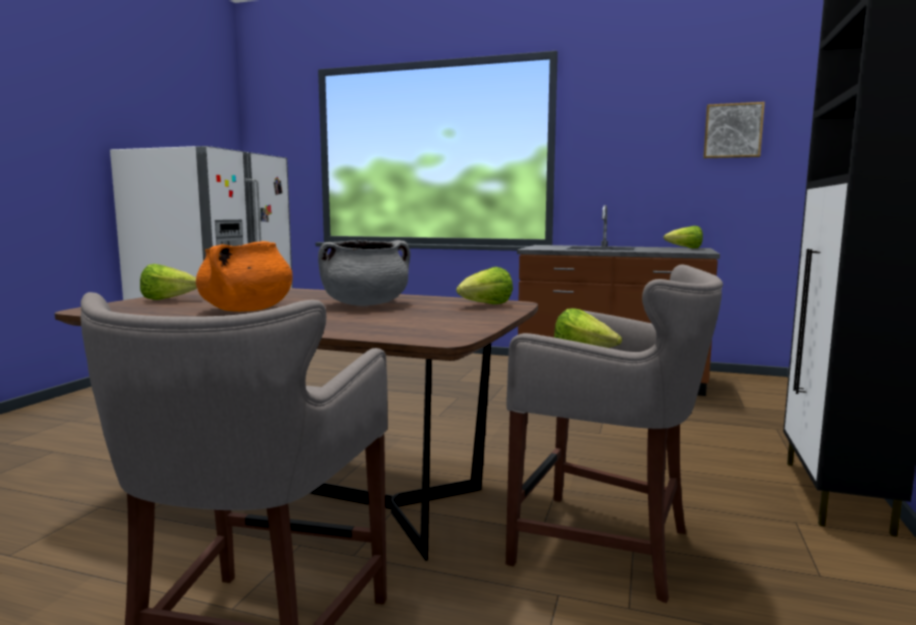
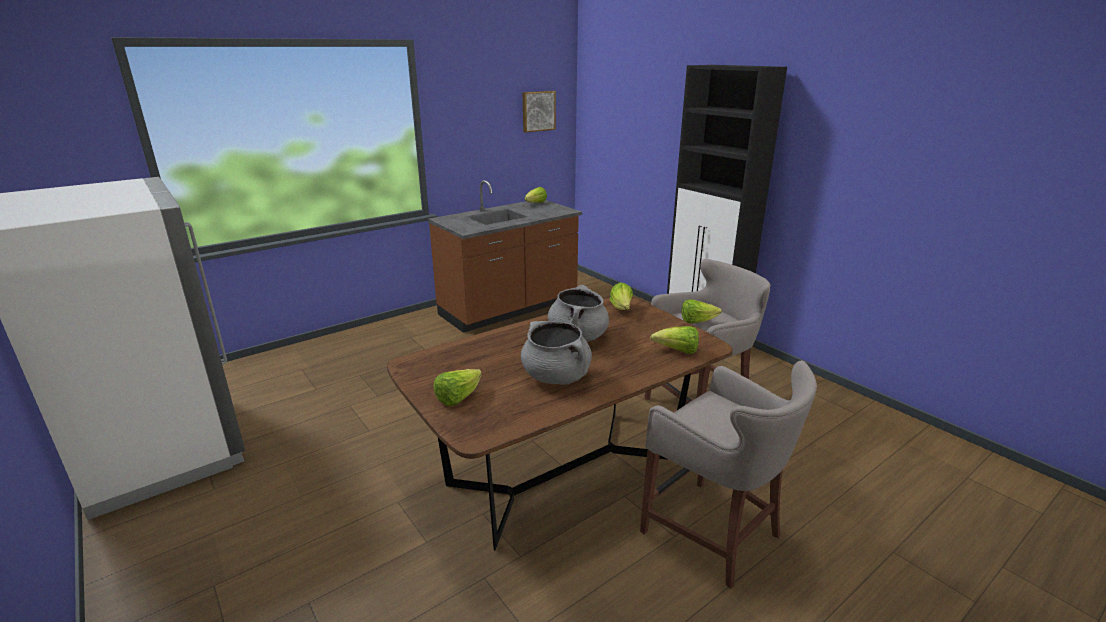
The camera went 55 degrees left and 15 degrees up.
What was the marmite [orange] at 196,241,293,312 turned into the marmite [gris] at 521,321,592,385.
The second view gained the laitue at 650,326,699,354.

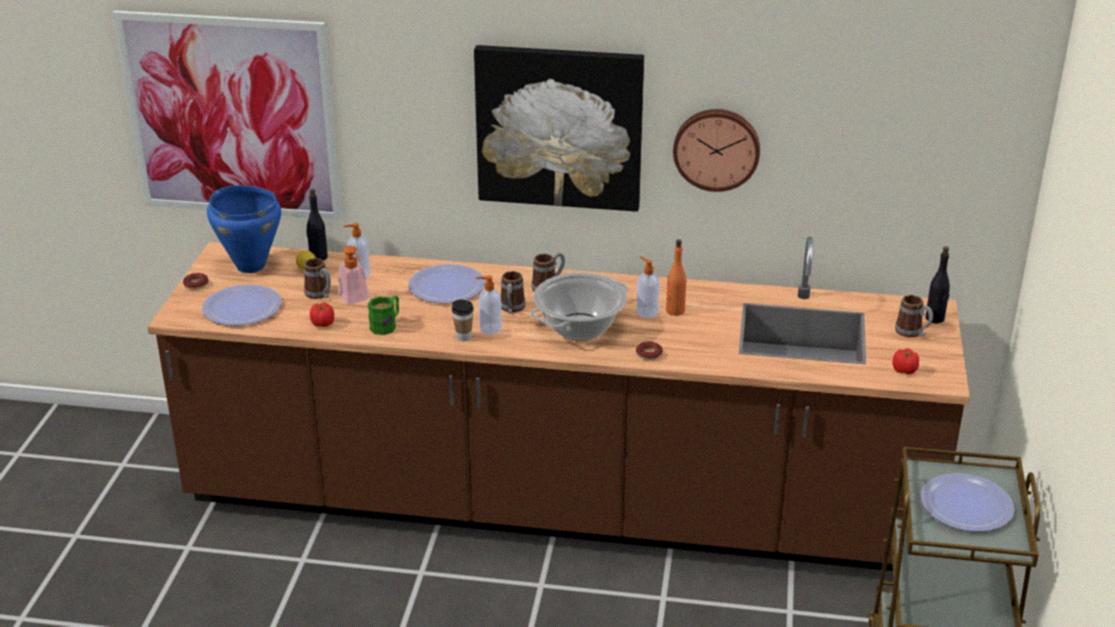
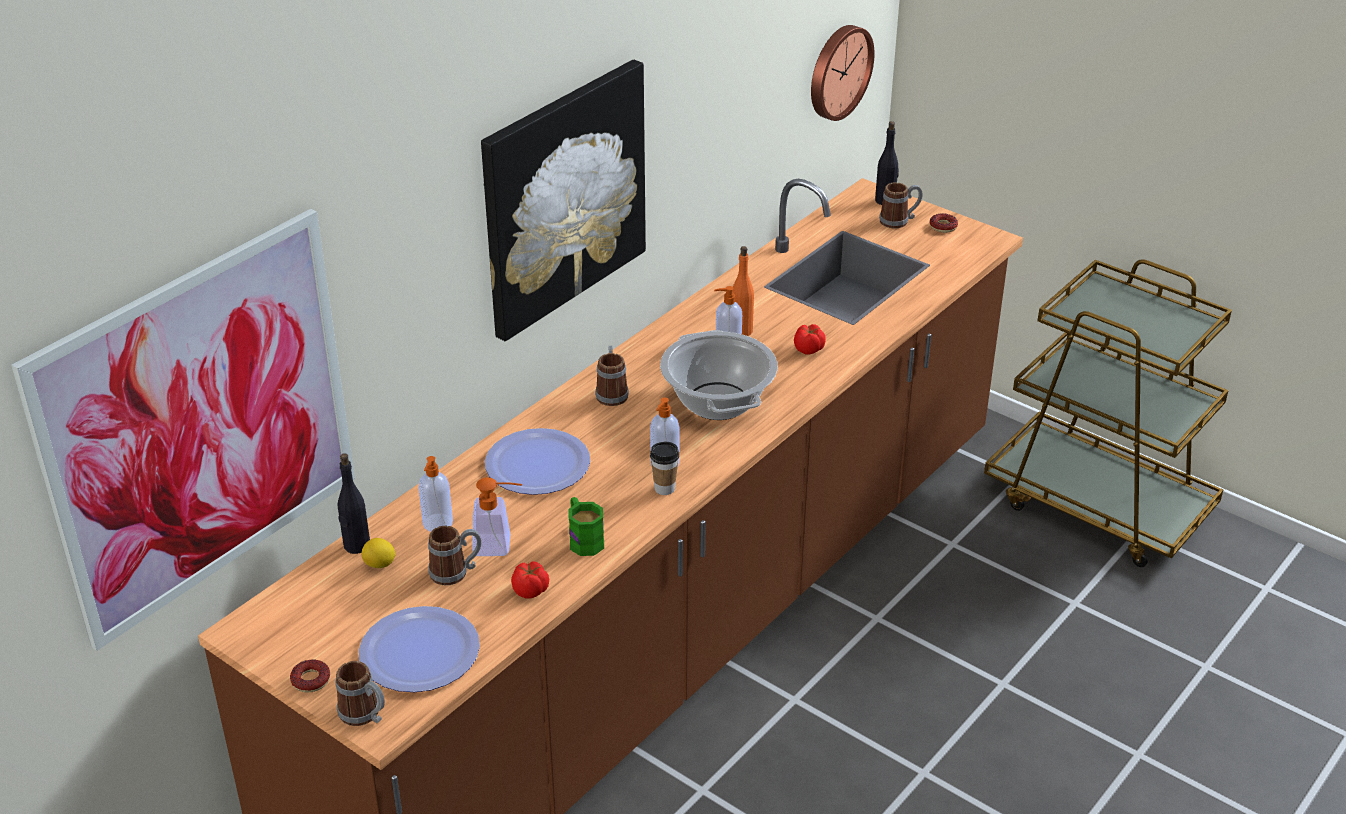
The camera went 60 degrees left and 5 degrees up.
The horloge murale ended up elsewhere, having gone from 673,109,760,192 to 811,25,875,121.
The second view lost the marmite [bleu] at 207,185,281,273.
The mug ended up elsewhere, having gone from 501,271,526,314 to 335,661,385,726.
The beignet ended up elsewhere, having gone from 636,342,663,361 to 930,213,958,233.
The tomate ended up elsewhere, having gone from 893,348,919,374 to 794,324,826,355.
The second view lost the assiette at 921,473,1015,532.

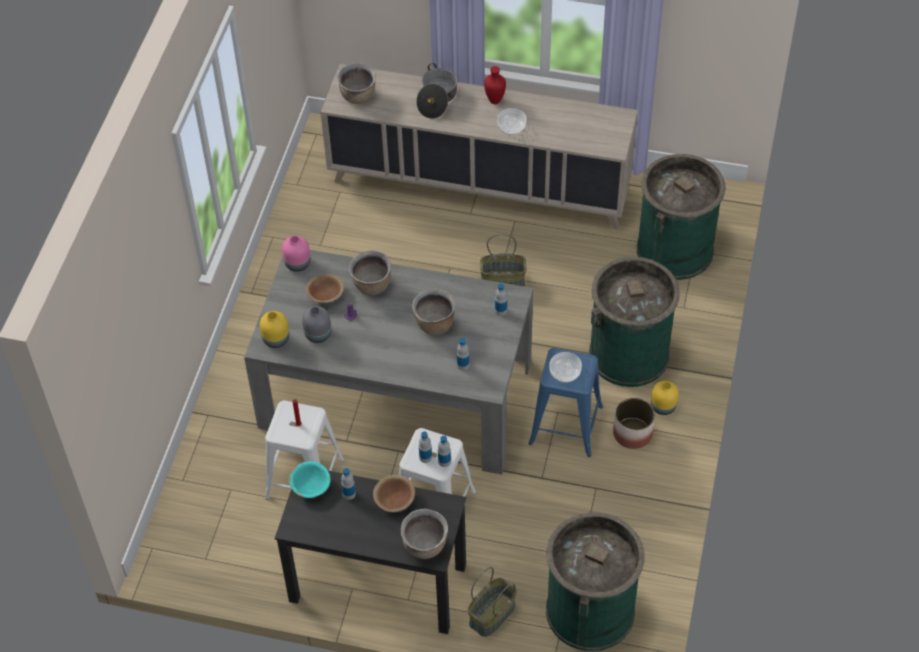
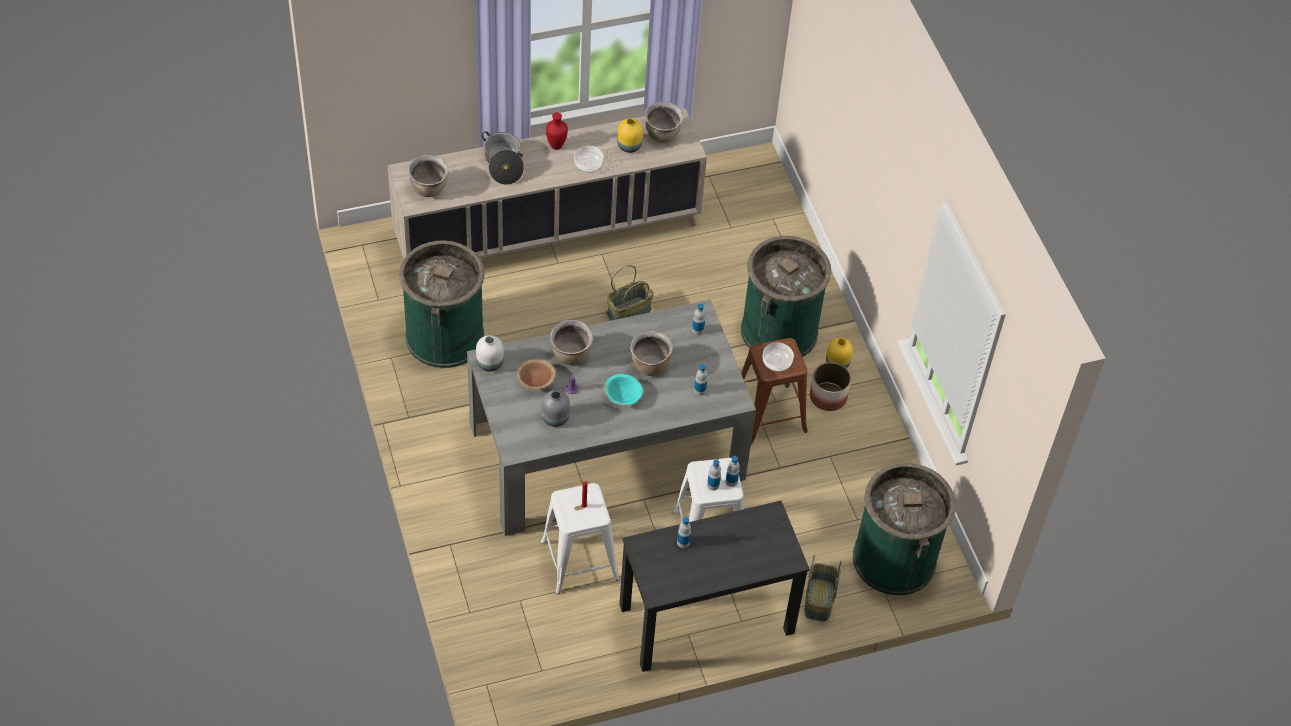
The camera went 35 degrees left and 0 degrees up.
The poubelle [vert] ended up elsewhere, having gone from 637,154,726,280 to 399,240,485,368.
What was the vase [rose] at 282,236,311,272 turned into the vase [blanc] at 476,335,504,372.
The vase [jaune] ended up elsewhere, having gone from 260,311,289,348 to 617,118,643,153.
What was the tabouret [bleu] at 528,348,603,457 turned into the tabouret [marron] at 741,338,808,445.
The bol [turquoise] ended up elsewhere, having gone from 289,461,331,498 to 604,374,643,406.
The second view lost the bol [marron] at 373,475,415,512.
The marmite [marron] ended up elsewhere, having gone from 401,509,448,559 to 645,102,683,143.

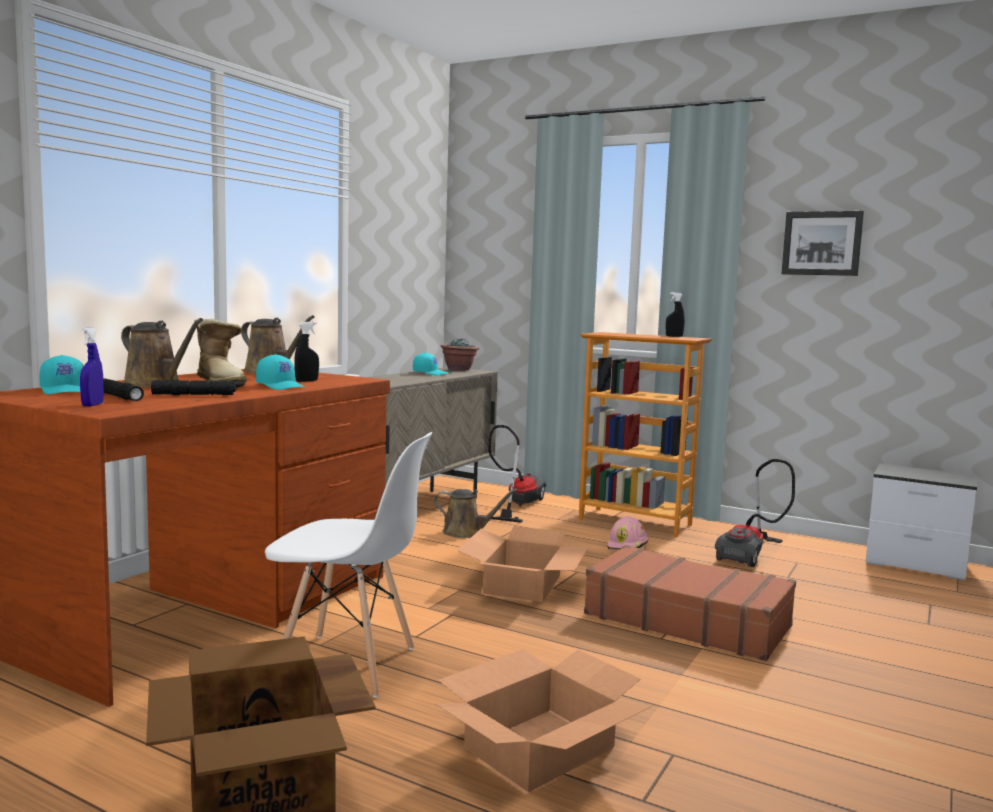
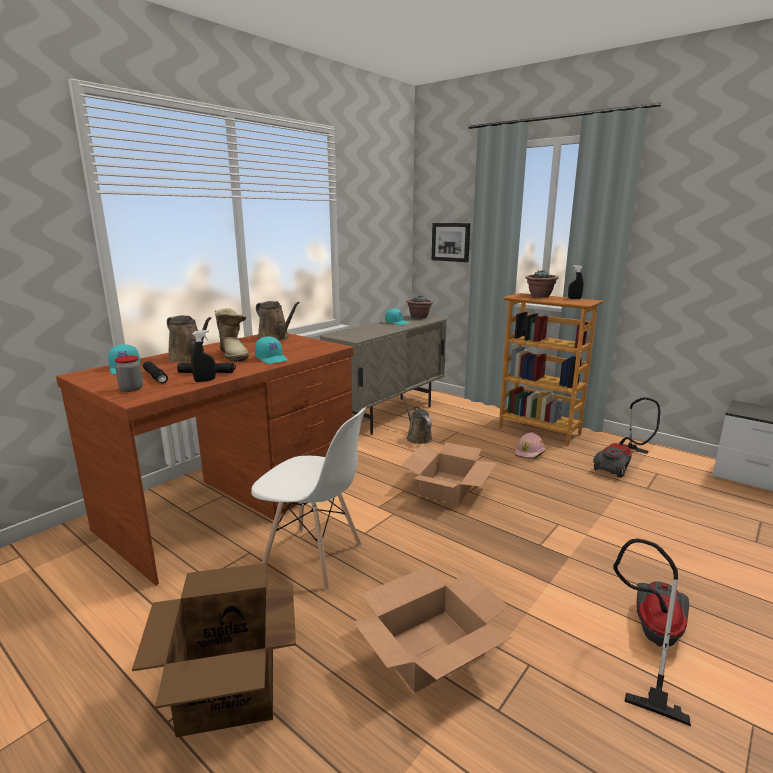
The camera went 10 degrees right and 10 degrees up.
The tableau ended up elsewhere, having gone from 781,211,864,276 to 432,223,470,262.
The vaporisateur [noir] ended up elsewhere, having gone from 294,322,319,382 to 191,330,216,382.
Where the vaporisateur [bleu] stood at 80,327,104,406, the bocal came to stand at 115,356,143,392.
The aspirateur ended up elsewhere, having gone from 488,425,546,523 to 613,539,691,726.
The arrosoir [marron] at 434,489,518,538 ended up facing another way, 135 degrees counterclockwise from before.
The second view lost the valise [marron] at 584,545,796,661.
The second view gained the plante en pot at 525,270,558,297.

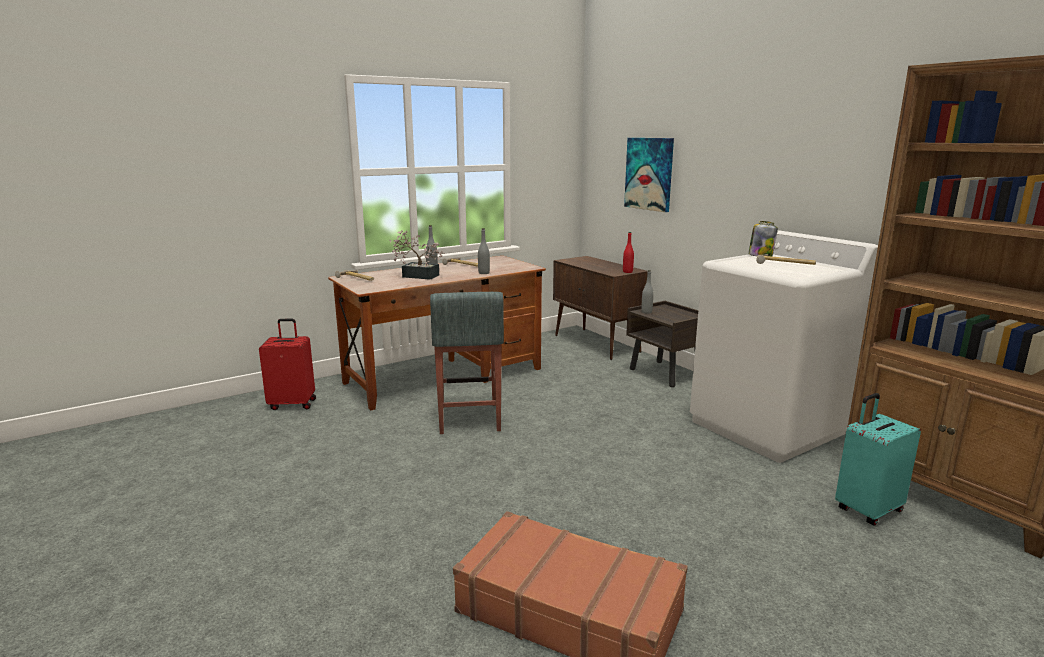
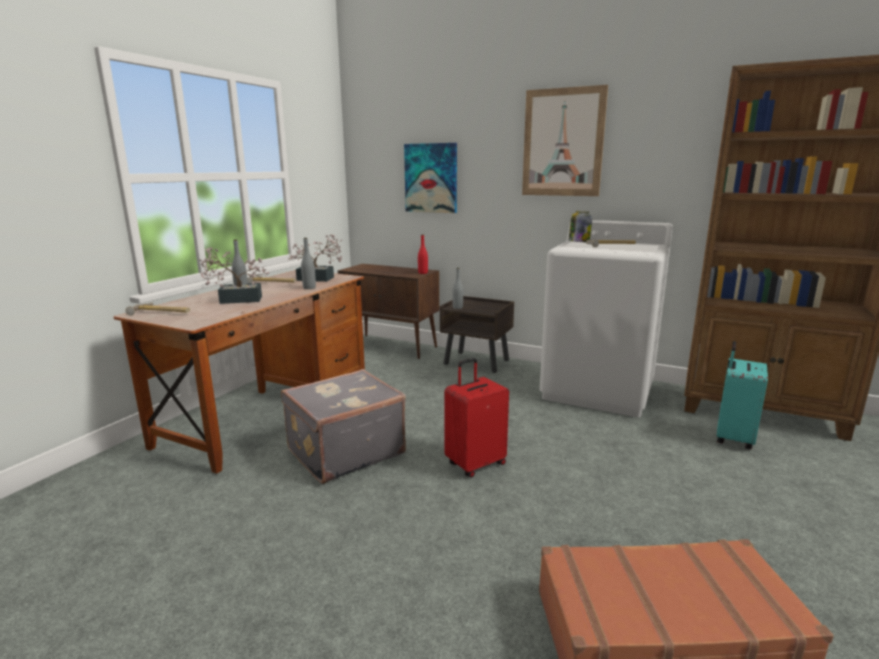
The camera went 30 degrees left and 0 degrees up.
Where the tabouret [gris] stood at 430,292,504,434, the valise [gris] came to stand at 281,369,406,484.
The valise [rouge] ended up elsewhere, having gone from 259,318,316,410 to 444,358,509,478.
The second view gained the tableau at 522,85,608,196.
The second view gained the plante en pot at 288,235,342,282.

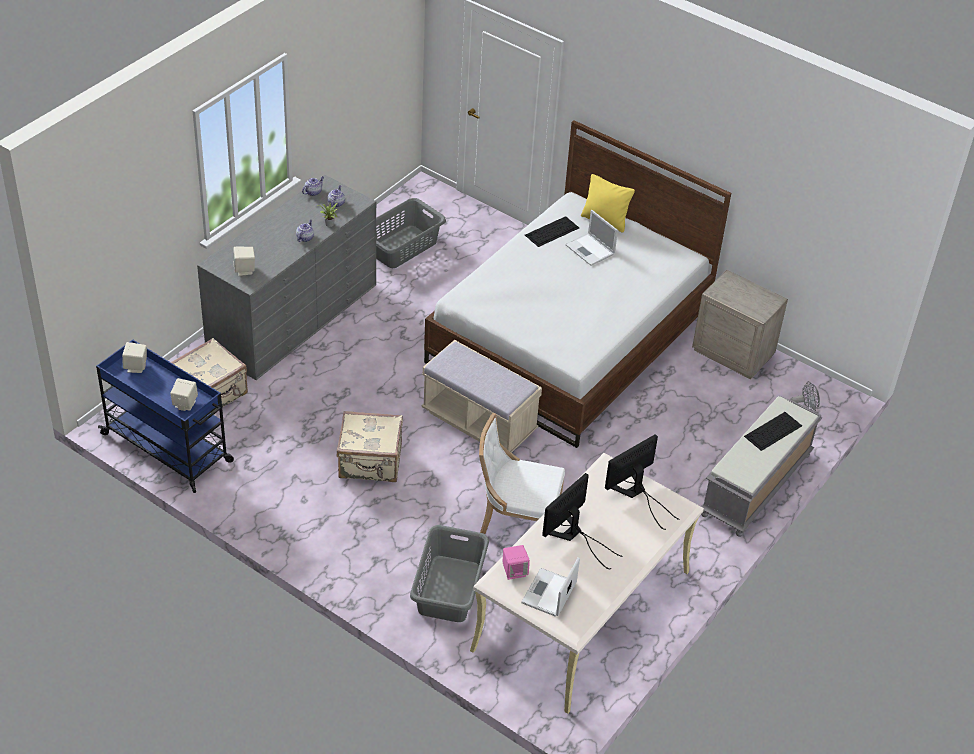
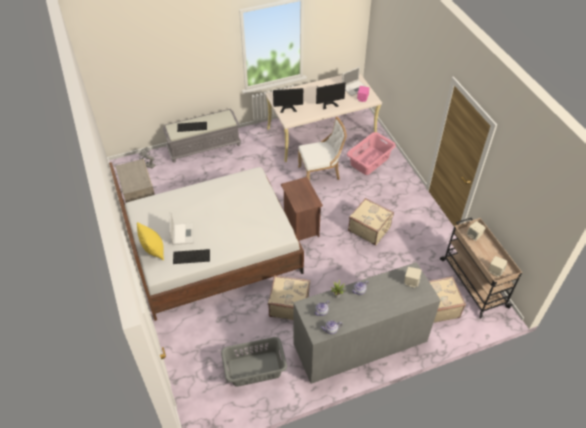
The camera went 145 degrees left and 5 degrees up.
What was the chariot [bleu] at 96,340,234,493 turned into the chariot [beige] at 440,218,522,319.
Where the banc [beige] stood at 422,340,542,453, the table de chevet [marron] came to stand at 281,177,323,241.
The chaise [blanc] at 479,413,565,534 ended up facing another way, 60 degrees counterclockwise from before.
What was the panier à linge [gris] at 410,525,489,622 turned into the panier à linge [rose] at 347,132,396,175.
The second view gained the valise [beige] at 268,275,310,320.

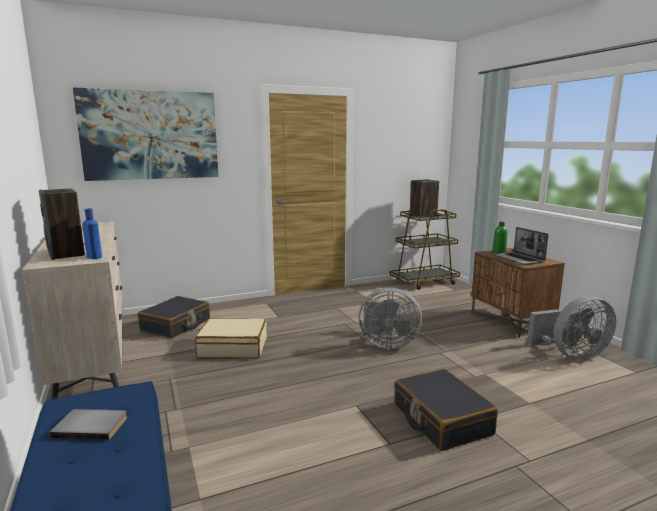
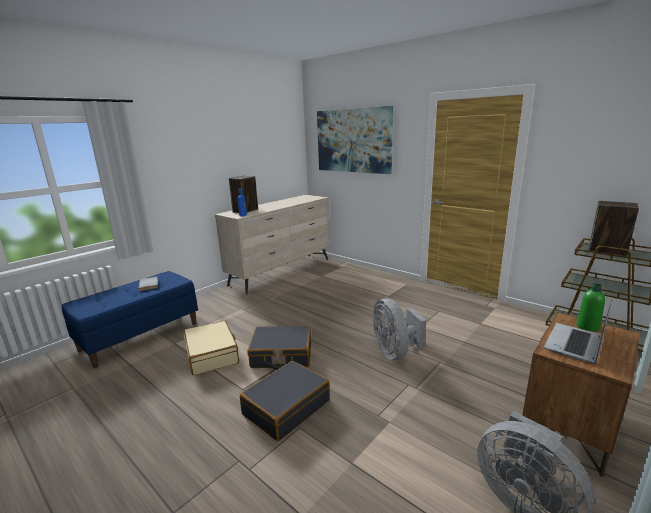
The camera went 65 degrees right and 5 degrees up.
The valise [noir] ended up elsewhere, having gone from 138,296,210,338 to 248,325,311,370.
The valise [beige] ended up elsewhere, having gone from 195,319,267,358 to 183,320,239,375.

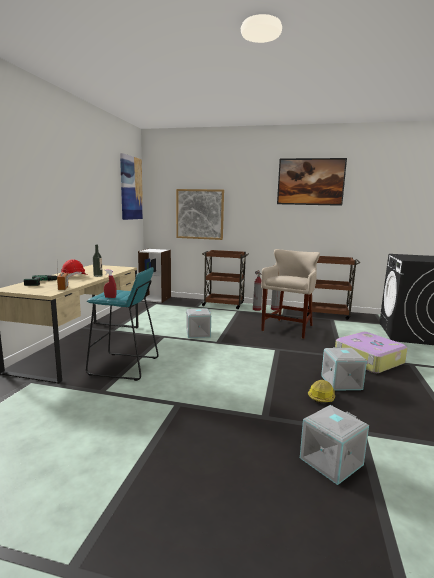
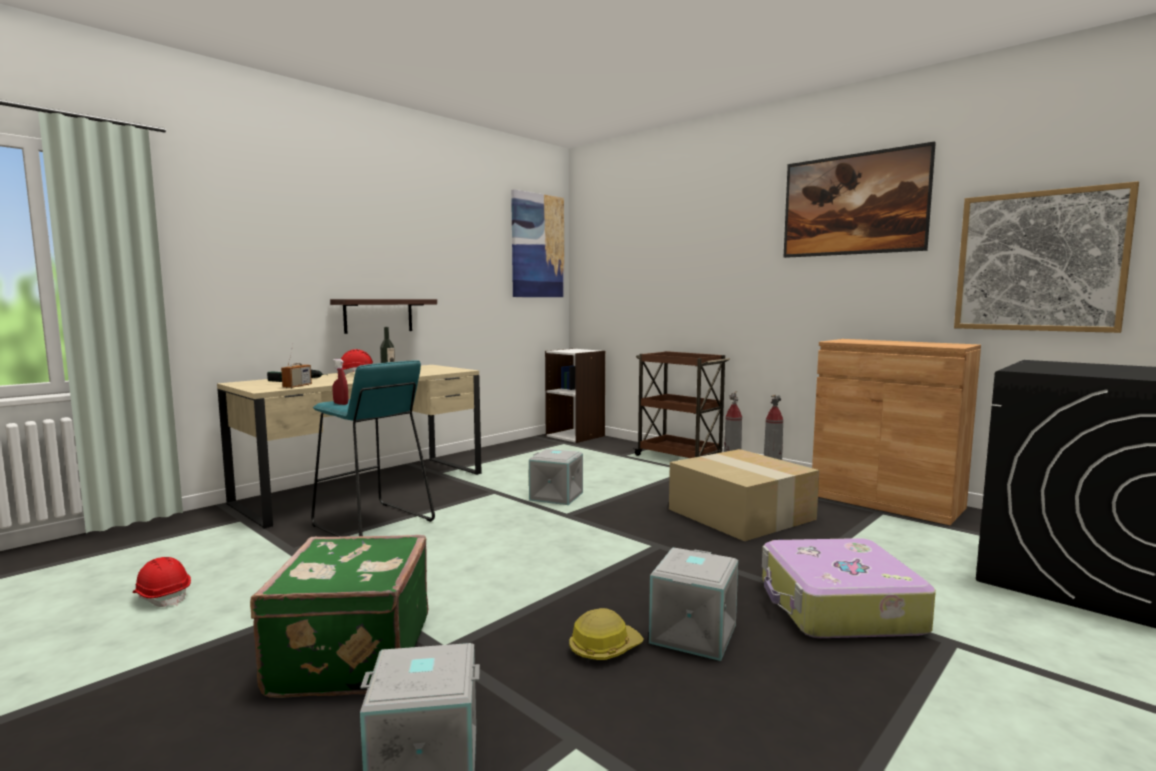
The camera went 30 degrees right and 5 degrees down.
The tableau ended up elsewhere, having gone from 176,189,224,240 to 954,181,1139,333.
Where the tabouret [beige] stood at 261,249,320,339, the carton came to stand at 669,449,819,541.
Where the chariot [marron] stood at 307,256,360,320, the meuble de rangement [marron] came to stand at 812,339,981,525.
The second view gained the étagère at 330,299,437,334.
The second view gained the valise [vert] at 250,535,428,698.
The second view gained the casque de chantier [rouge] at 133,557,191,607.

